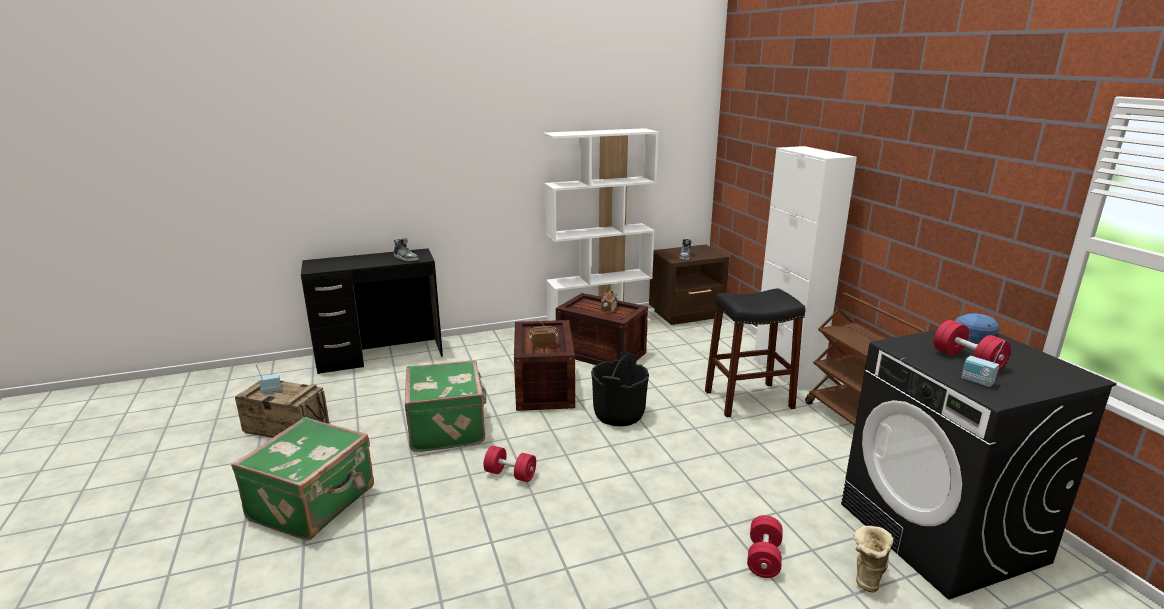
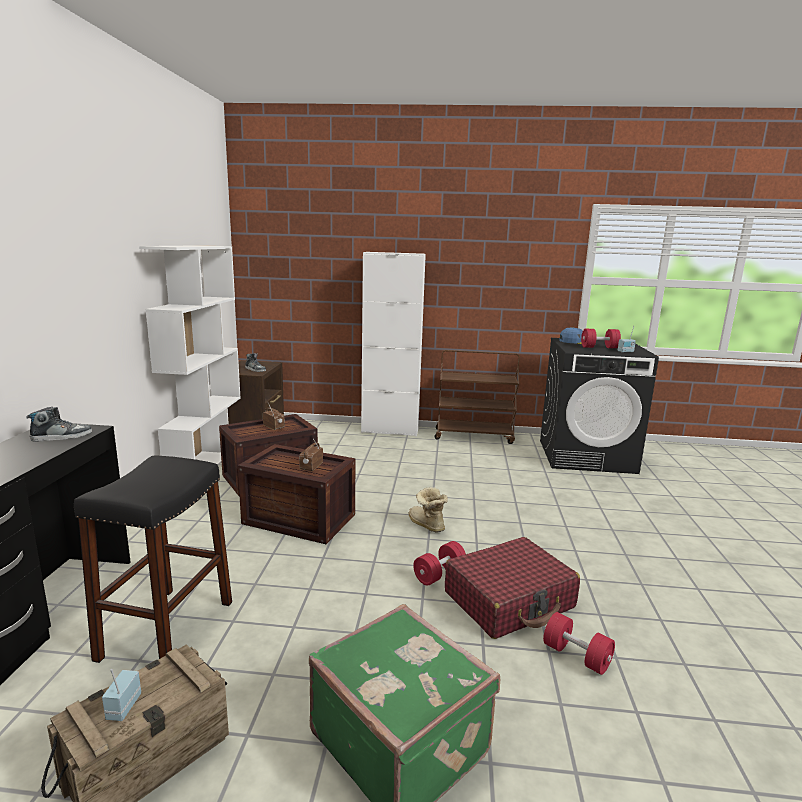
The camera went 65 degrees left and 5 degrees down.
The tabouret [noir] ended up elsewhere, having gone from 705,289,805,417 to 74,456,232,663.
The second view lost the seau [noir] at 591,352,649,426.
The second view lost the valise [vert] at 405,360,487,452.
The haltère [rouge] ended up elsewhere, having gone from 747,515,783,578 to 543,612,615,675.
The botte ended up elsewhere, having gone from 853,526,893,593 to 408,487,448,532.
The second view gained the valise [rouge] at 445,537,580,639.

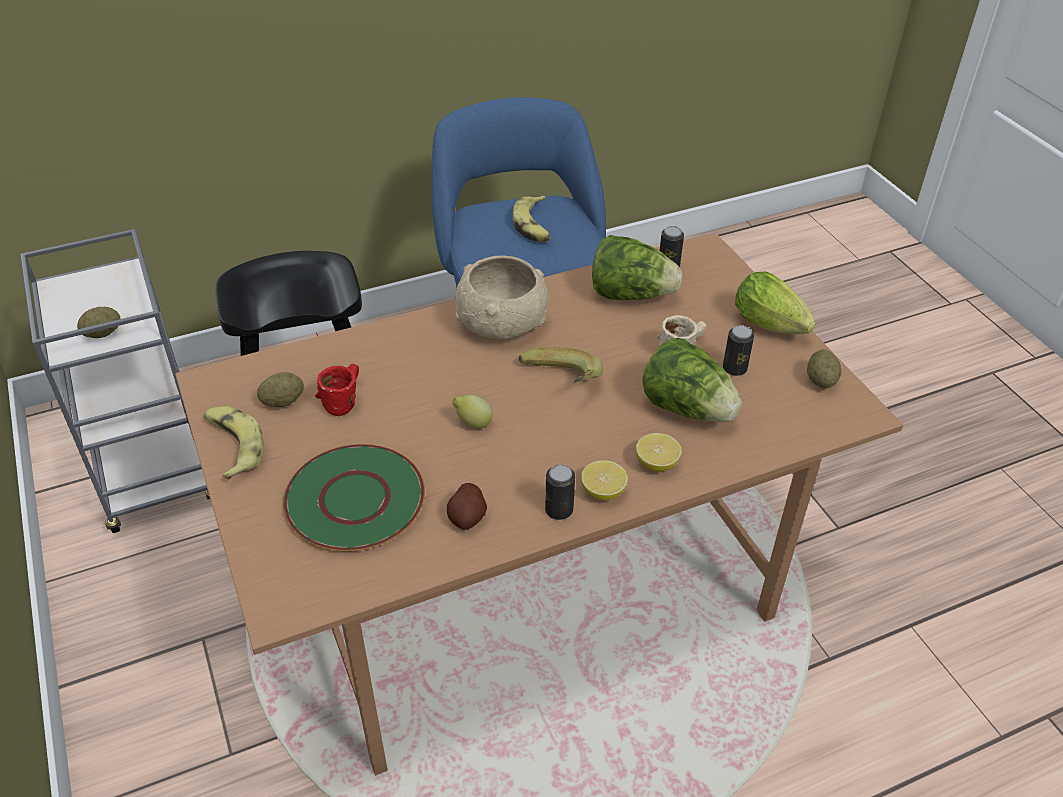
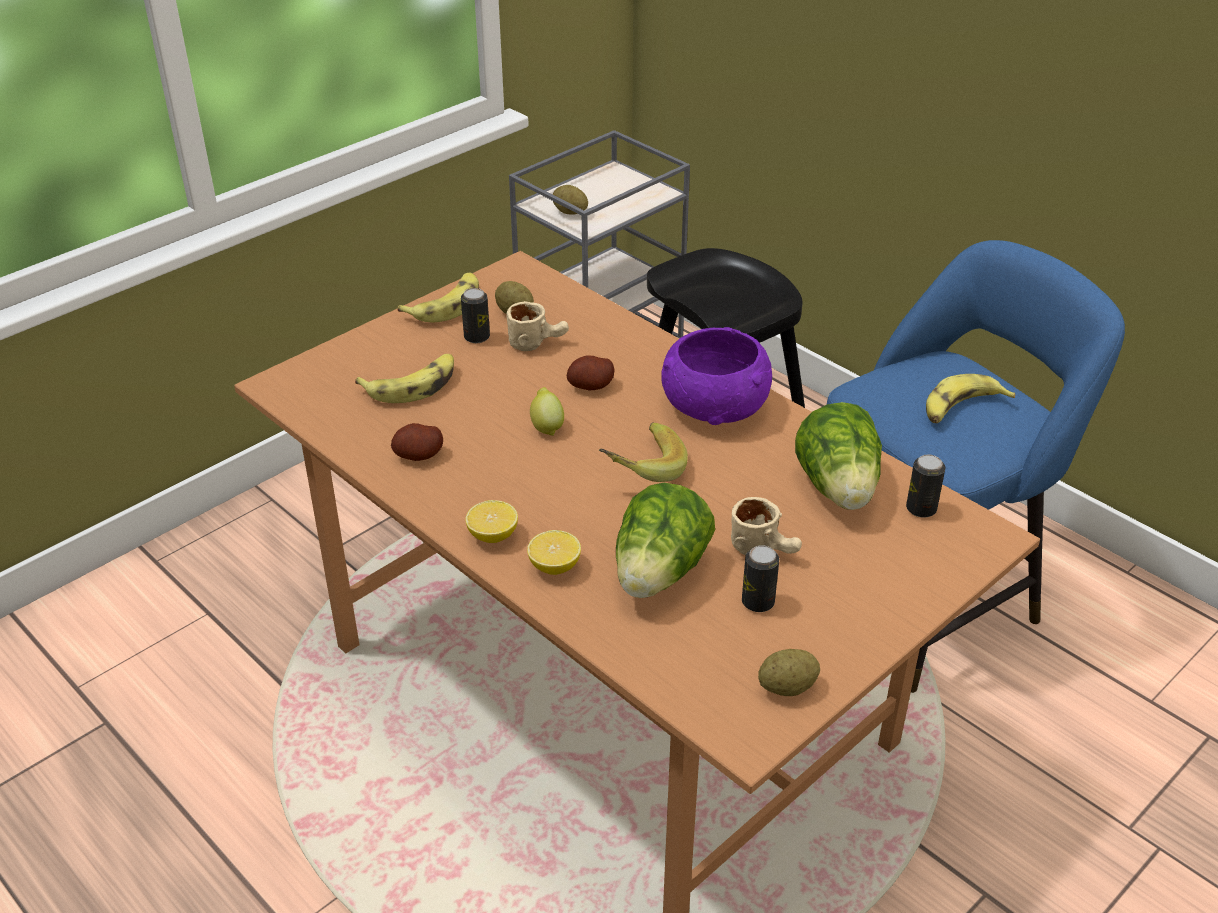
The camera went 70 degrees right and 5 degrees down.
What was the bol [beige] at 455,256,549,340 turned into the bol [violet] at 661,327,772,425.
The second view lost the laitue at 735,271,816,334.
What was the mug [rouge] at 315,364,359,416 turned into the mug [beige] at 506,301,569,351.
Where the assiette [vert] stood at 283,444,425,551, the banane came to stand at 355,354,454,403.
The boîte métallique ended up elsewhere, having gone from 545,464,575,520 to 461,288,490,343.
The second view gained the pomme de terre at 567,355,615,391.

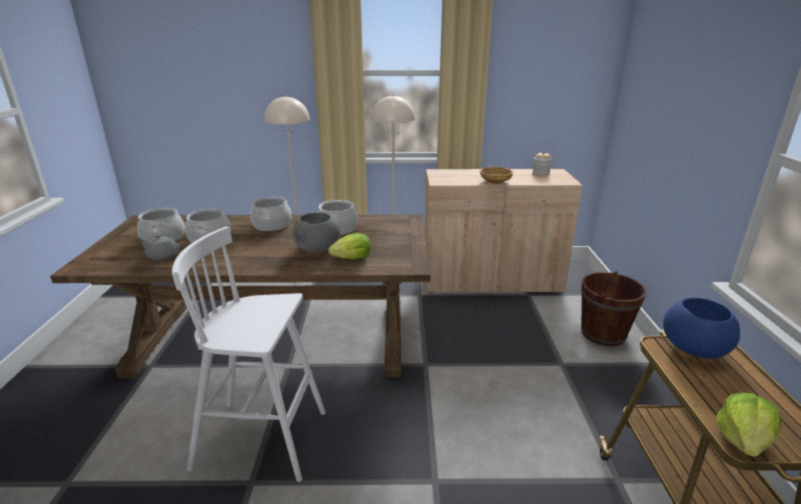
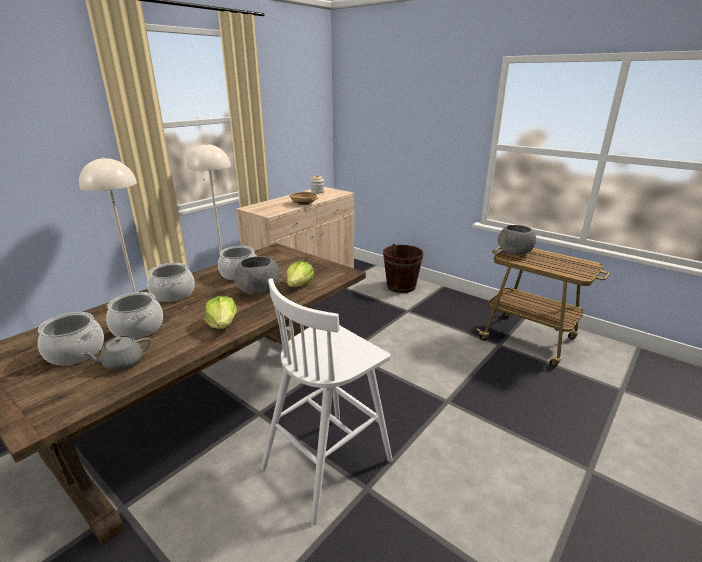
The camera went 50 degrees left and 0 degrees up.
What was the bol [bleu] at 663,298,740,359 turned into the bol [gris] at 498,225,536,255.
The laitue ended up elsewhere, having gone from 717,393,781,457 to 205,296,237,329.

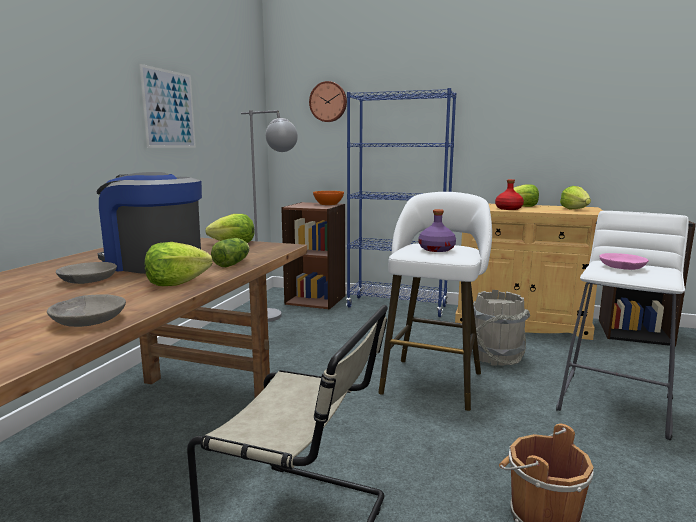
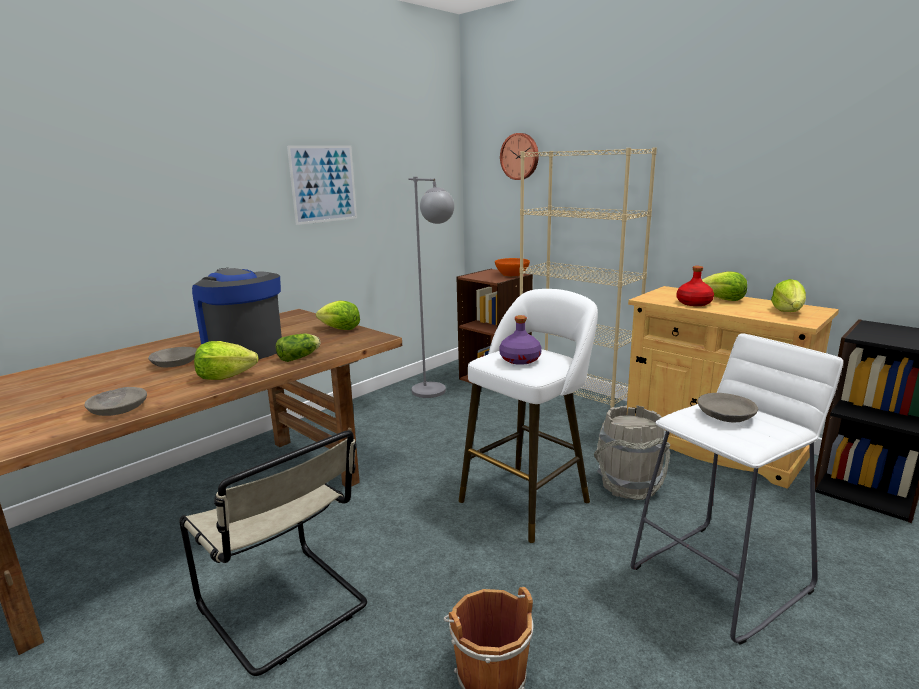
The camera went 25 degrees right and 5 degrees up.
What was the bibliothèque [bleu] at 346,88,456,317 turned into the bibliothèque [beige] at 520,147,657,408.
What was the bol [rose] at 599,253,649,270 turned into the bol [gris] at 697,393,758,422.

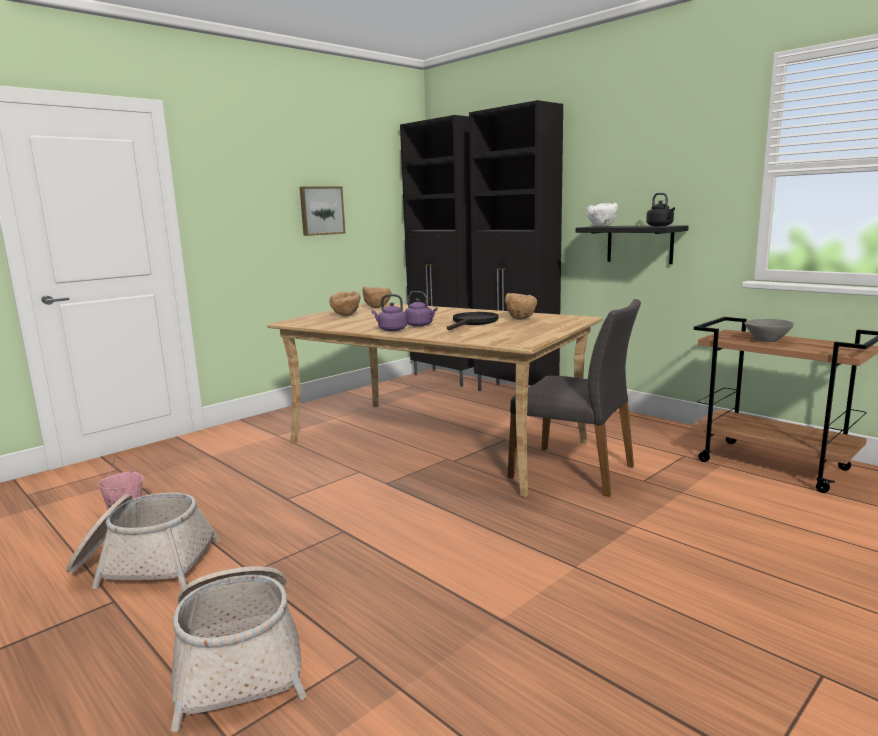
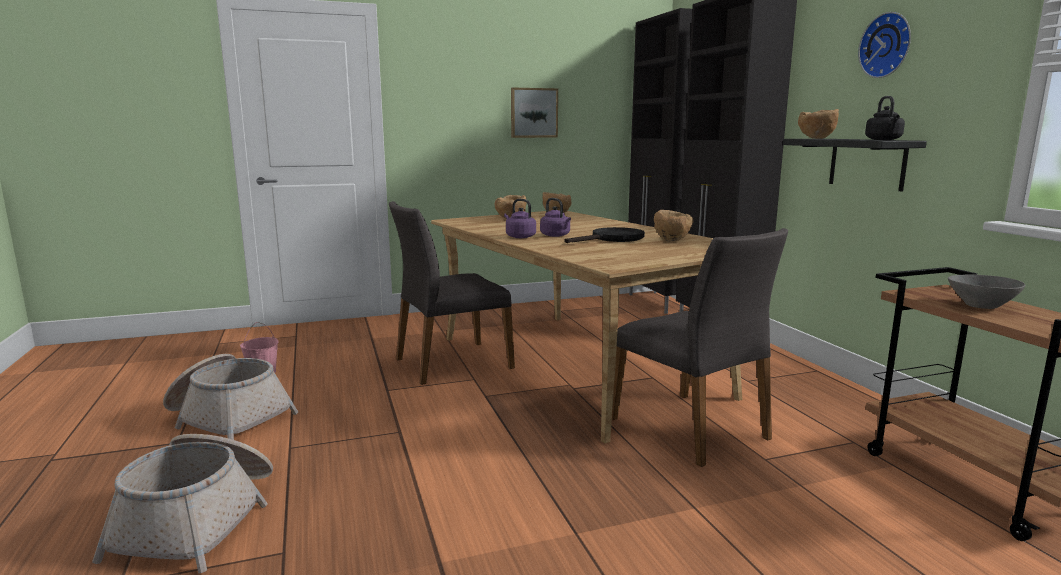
The camera went 25 degrees right and 0 degrees up.
What was the bol [blanc] at 586,203,618,227 turned into the bol [marron] at 798,109,839,139.
The second view gained the horloge murale at 858,12,911,78.
The second view gained the chaise [gris] at 389,201,515,385.

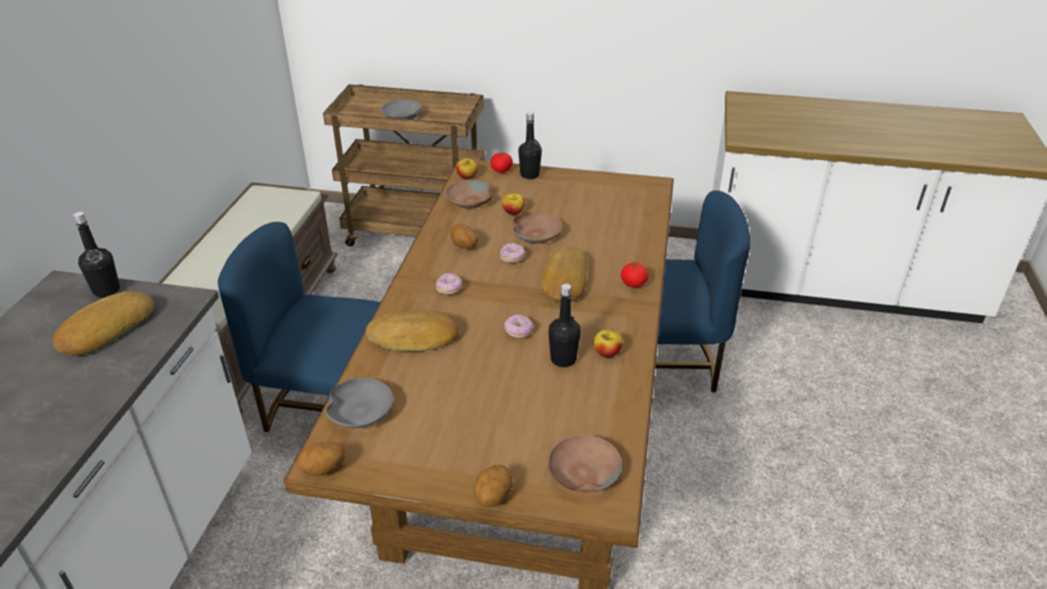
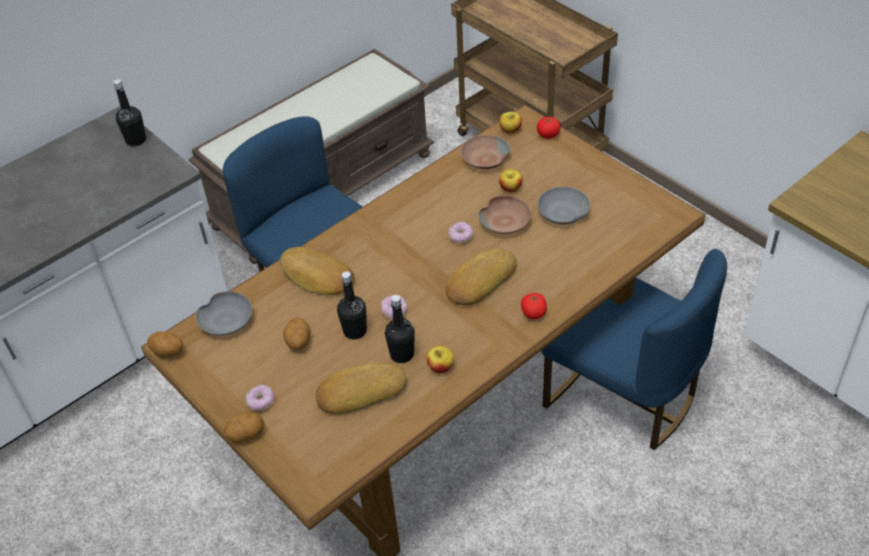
The camera went 40 degrees right and 10 degrees up.
The bol [gris] ended up elsewhere, having gone from 382,100,422,119 to 537,187,591,225.
The bouteille [noir] ended up elsewhere, having gone from 518,112,542,179 to 337,271,367,340.
The pomme de terre ended up elsewhere, having gone from 450,224,478,249 to 283,318,310,350.
The beignet ended up elsewhere, having gone from 436,273,462,295 to 245,385,274,411.
The pain ended up elsewhere, having gone from 53,291,154,356 to 315,363,407,414.
The second view lost the bol [marron] at 548,435,622,492.

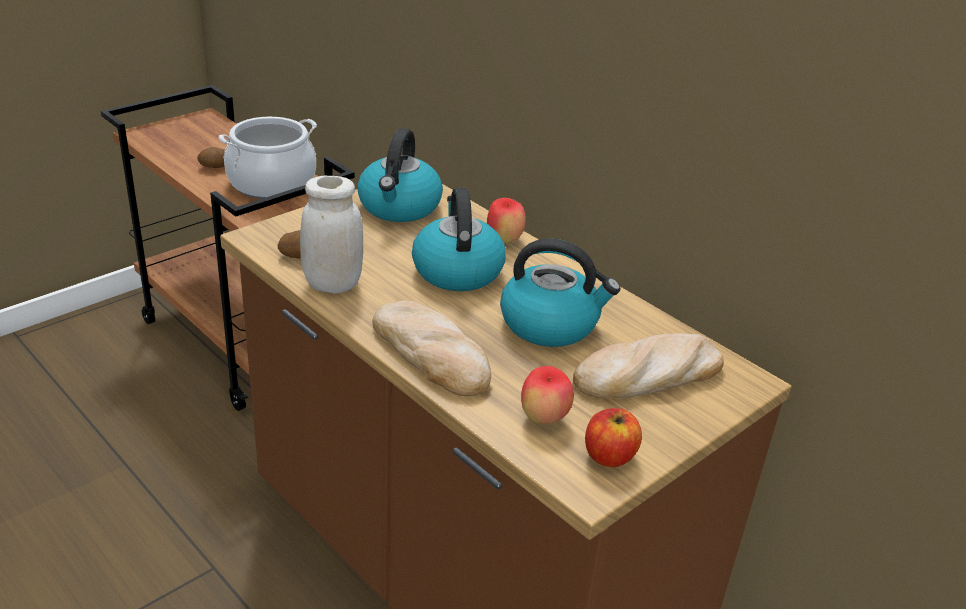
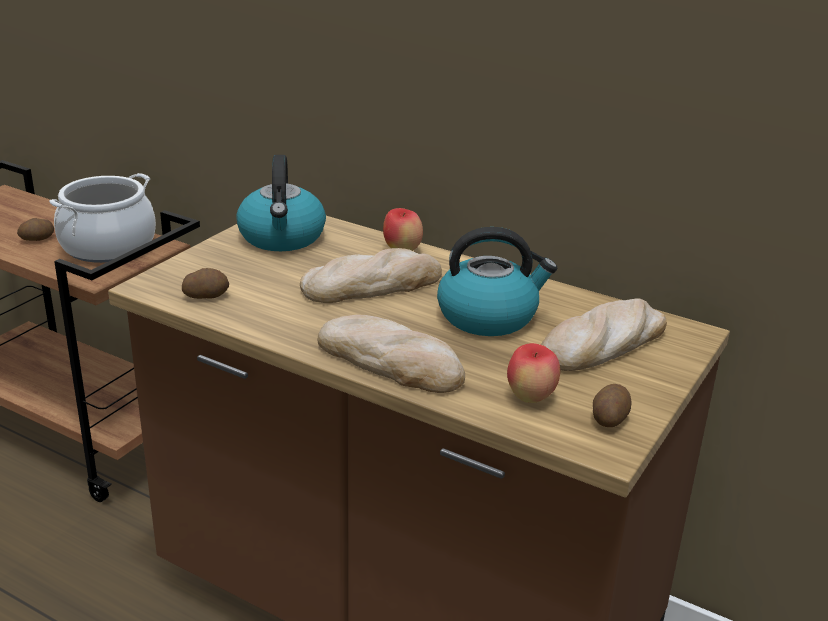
The camera went 15 degrees left and 5 degrees down.
The second view lost the bocal [blanc] at 300,176,363,294.
Where the bouilloire stood at 412,187,506,291, the pain came to stand at 300,248,442,303.
Where the pomme stood at 585,408,642,467, the pomme de terre came to stand at 593,384,631,427.

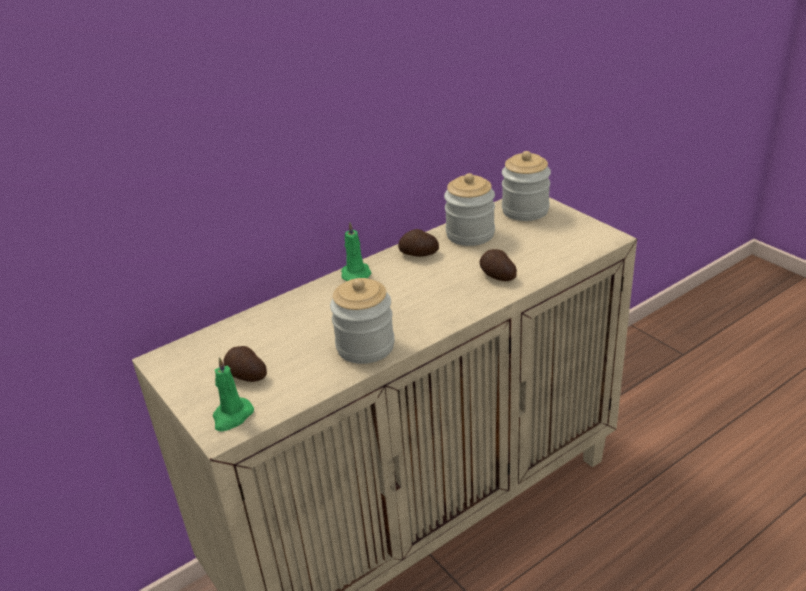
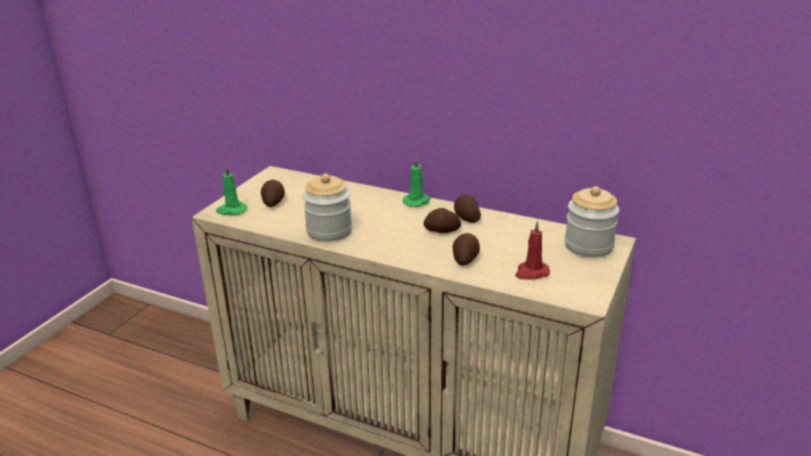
The camera went 60 degrees right and 5 degrees down.
The second view lost the bocal at 444,173,495,246.
The second view gained the pomme de terre at 424,208,461,233.
The second view gained the bougie [rouge] at 515,221,550,280.

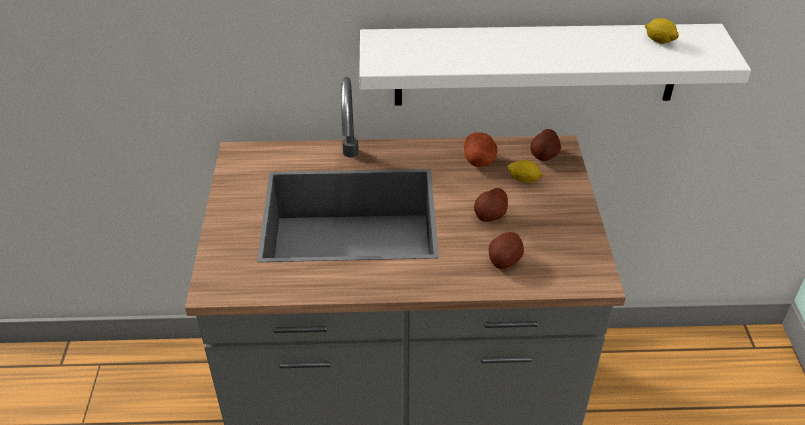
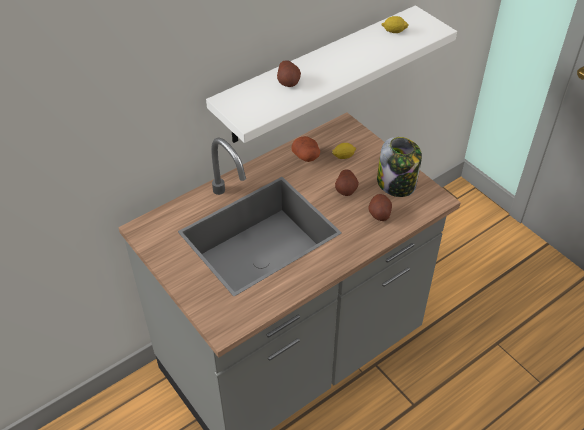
The camera went 35 degrees left and 5 degrees up.
The pomme de terre ended up elsewhere, having gone from 530,129,561,161 to 277,60,301,87.
The second view gained the bocal at 377,137,422,197.

